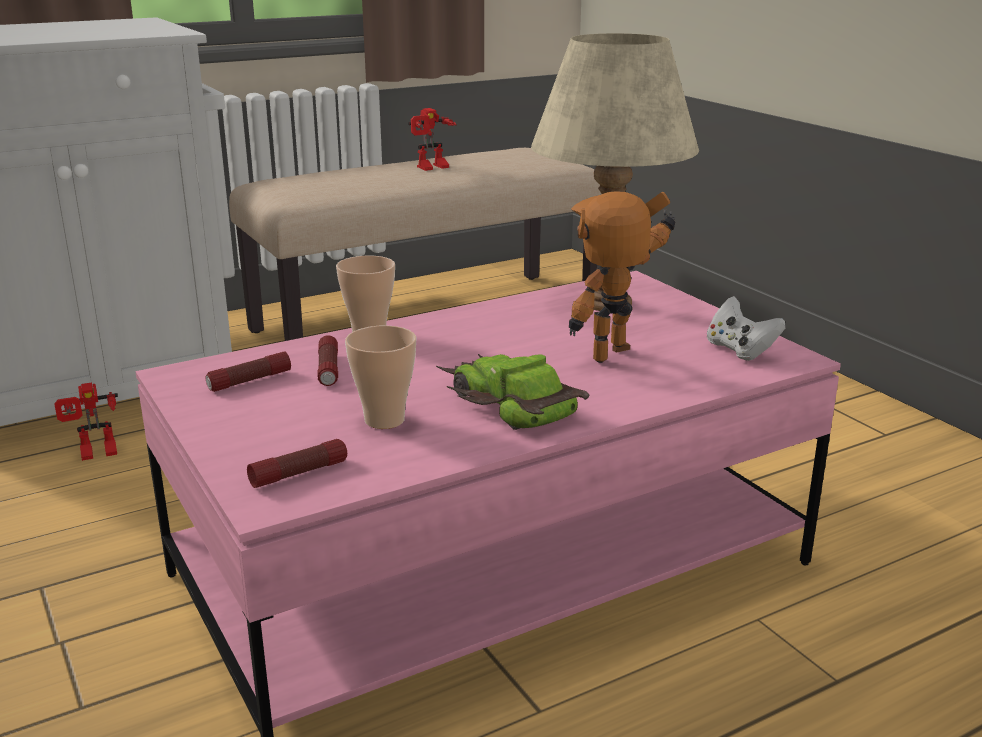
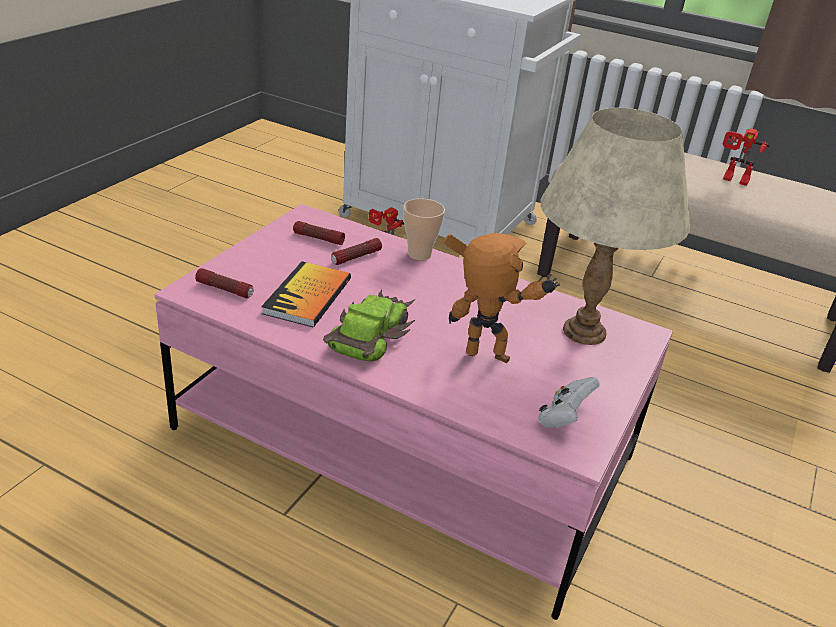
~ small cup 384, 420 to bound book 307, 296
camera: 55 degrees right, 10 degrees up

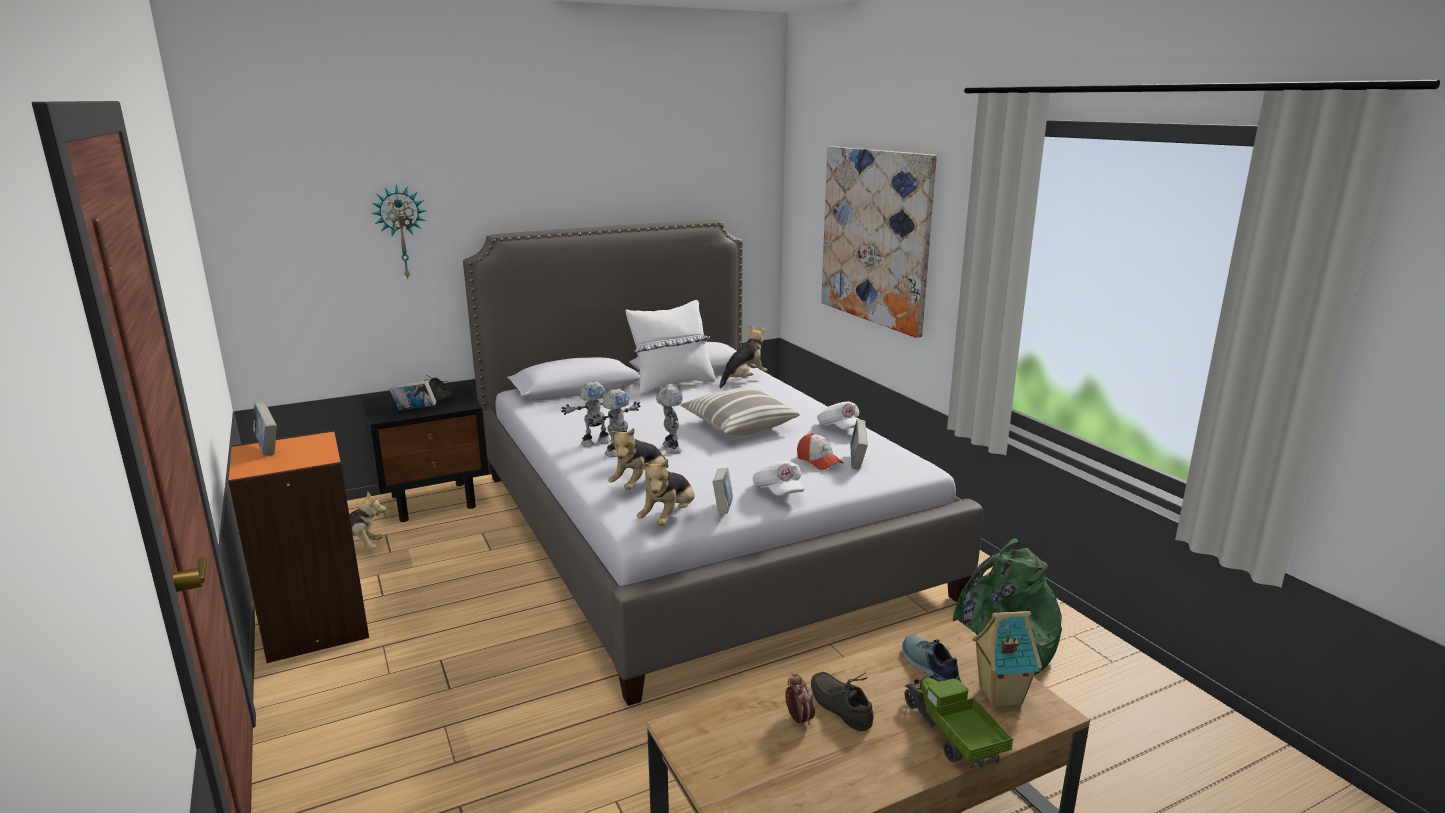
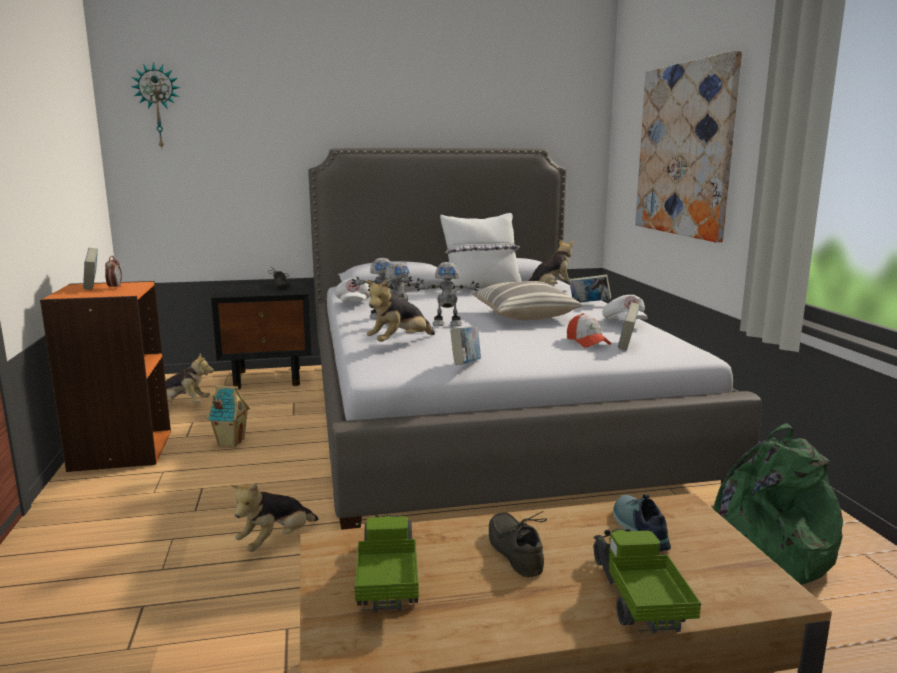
~ bedside clock 799, 719 to 115, 288
~ clock on the wall 401, 232 to 158, 106
~ miniature house 999, 695 to 230, 442
~ soft toy 669, 518 to 276, 541
~ white peaked cap 778, 492 to 353, 304
+ model truck 387, 580
~ model robot 670, 448 = 447, 324 90 degrees clockwise
~ bound book 414, 410 to 589, 304
camera: 15 degrees right, 5 degrees down

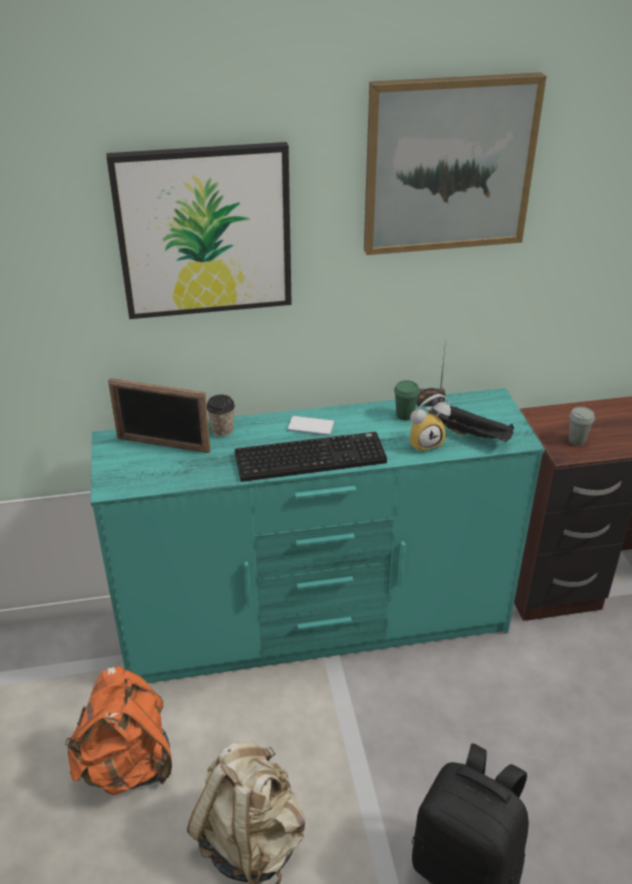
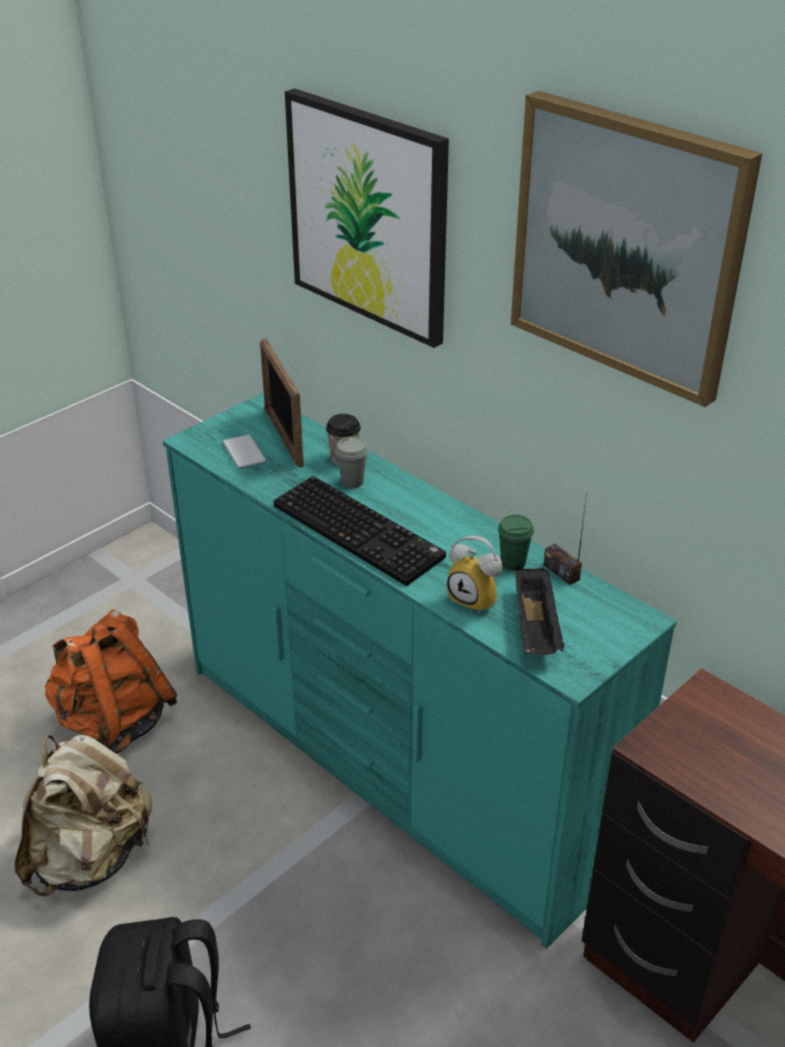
~ phone 311, 426 to 244, 453
~ grey small cup 576, 440 to 352, 482
camera: 55 degrees right, 0 degrees up

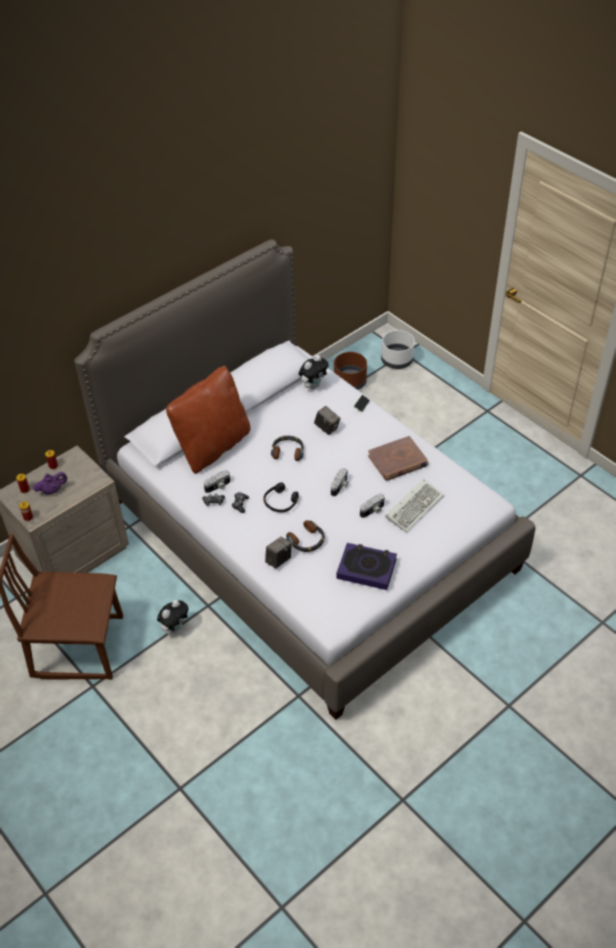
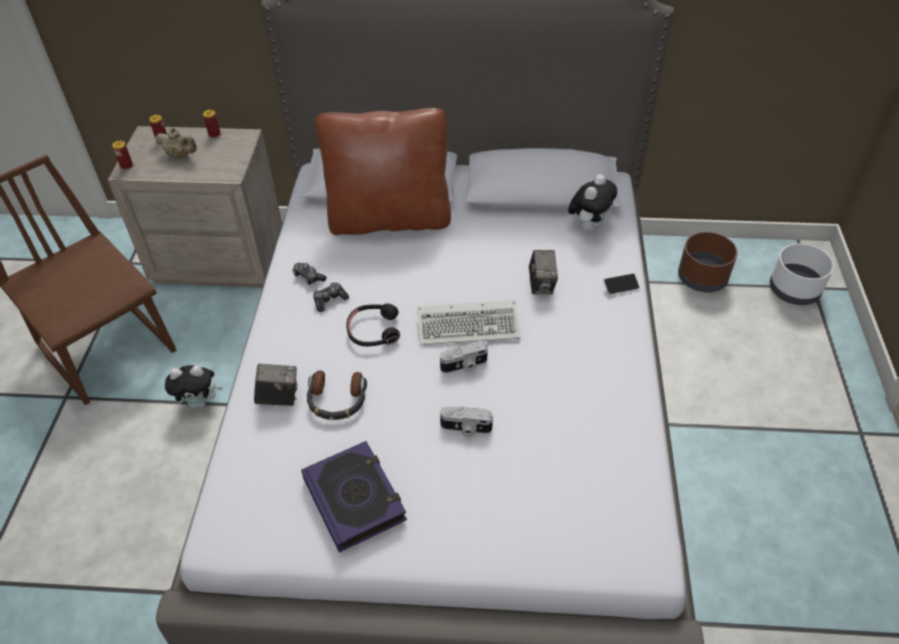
~ purple tea pot 52, 490 to beige tea pot 180, 155
~ keyboard 414, 506 to 470, 325
~ soft toy 313, 385 = 589, 226 60 degrees counterclockwise
- photo camera 218, 486
- pair of headphones 288, 451
- brownish bound book 397, 461
camera: 45 degrees right, 0 degrees up

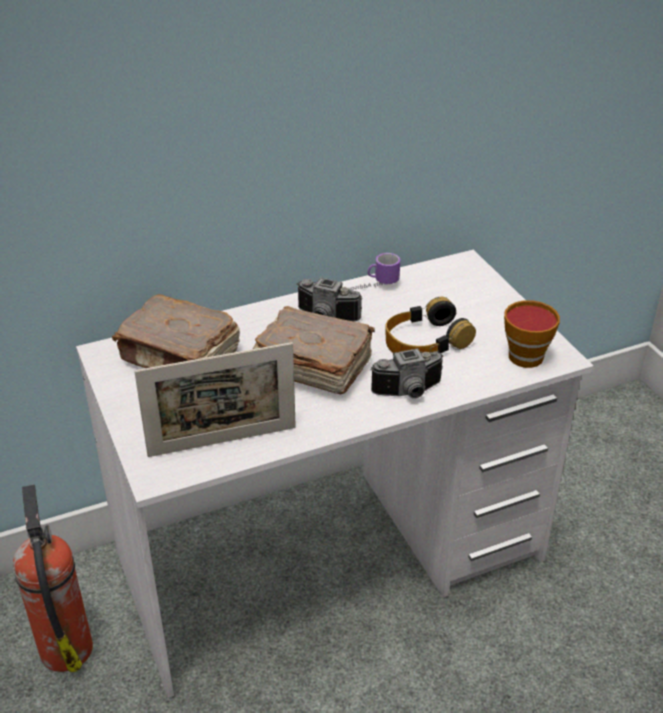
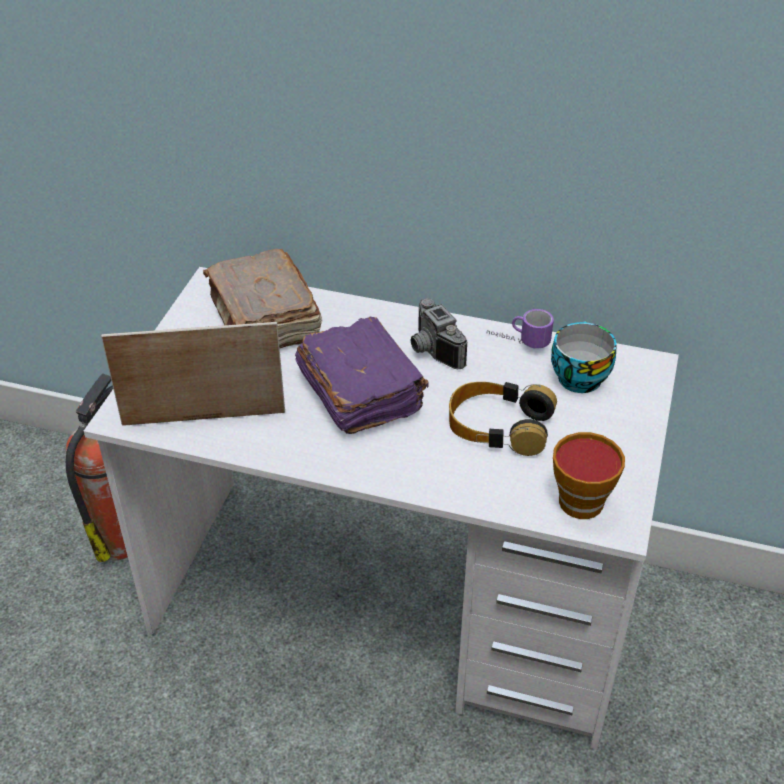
~ picture frame 222, 441 = 204, 418 150 degrees clockwise
~ brownish bound book 311, 366 to purple bound book 360, 391
+ small cup 577, 376
- photo camera 409, 392
camera: 40 degrees right, 5 degrees up

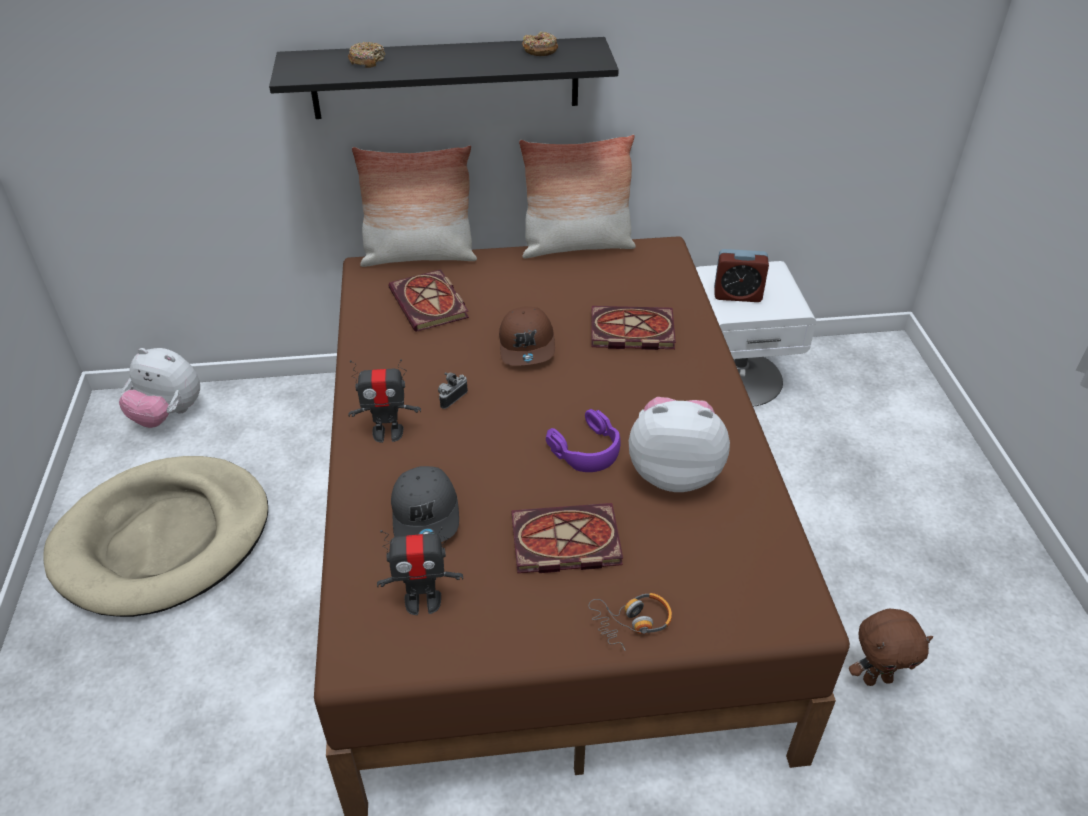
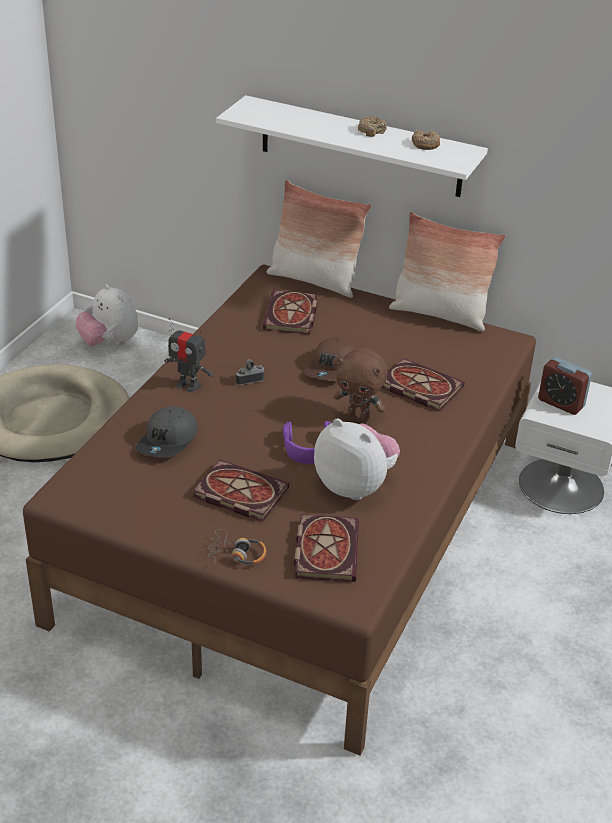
~ blackish wall shelf 445, 78 to white wall shelf 360, 147
+ bound book 325, 549
~ brownish soft toy 877, 678 to 359, 416
~ donut 367, 61 to 371, 131
- model robot 423, 601
camera: 30 degrees right, 5 degrees down

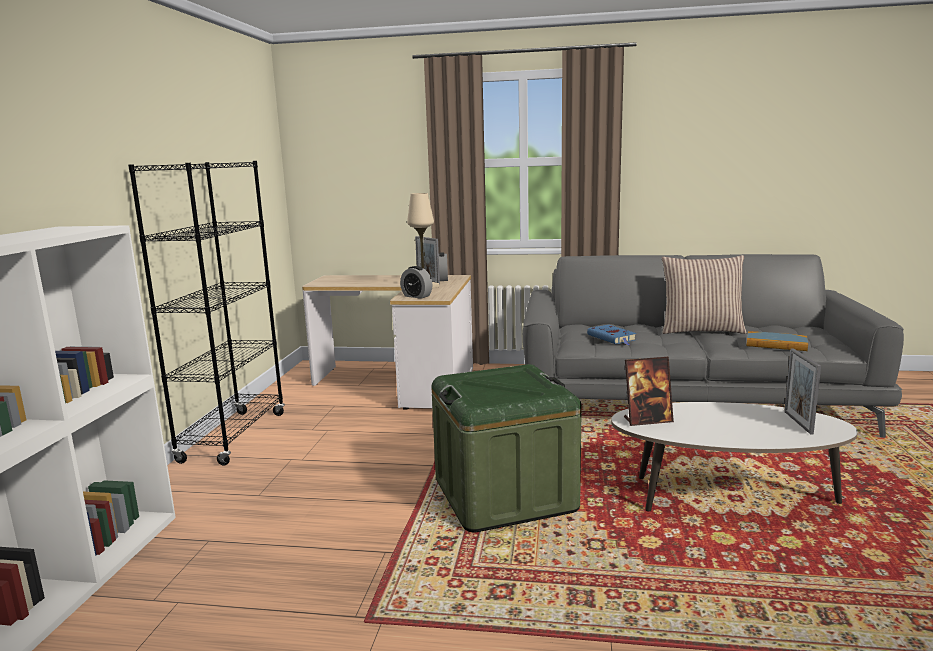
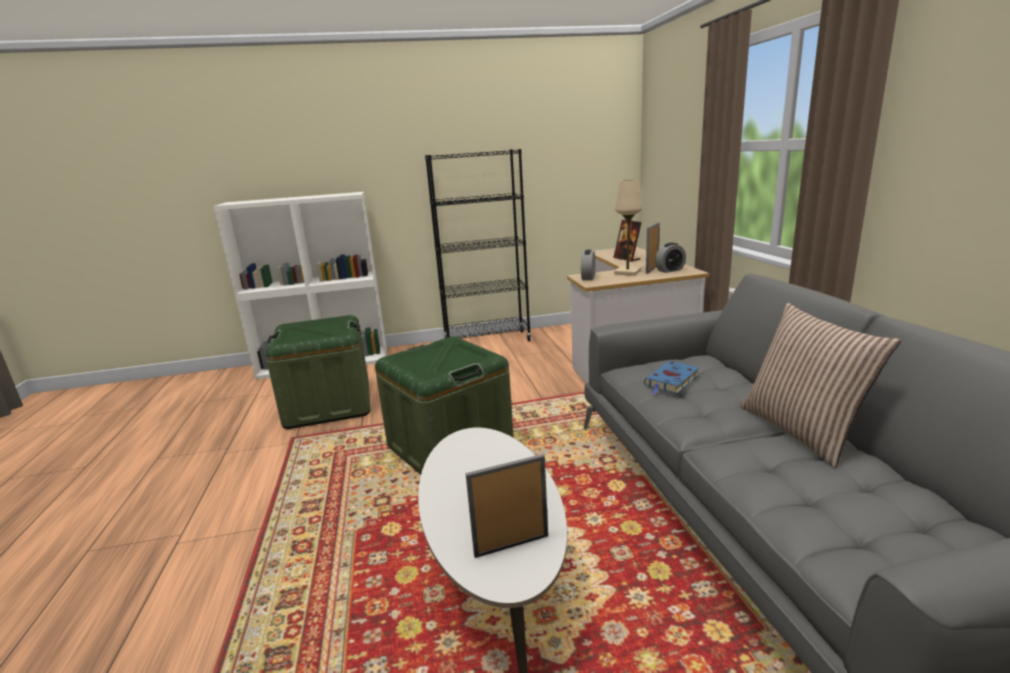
+ green-coloured storage box 329, 405
~ picture frame 647, 420 to 627, 259
- bound book 776, 344
camera: 70 degrees right, 5 degrees up

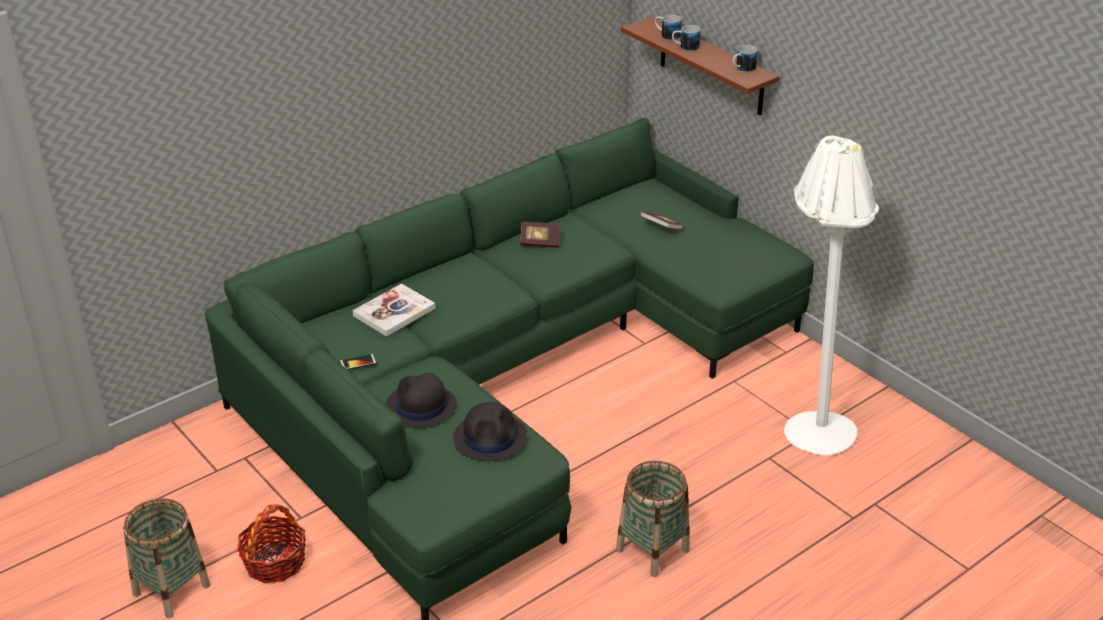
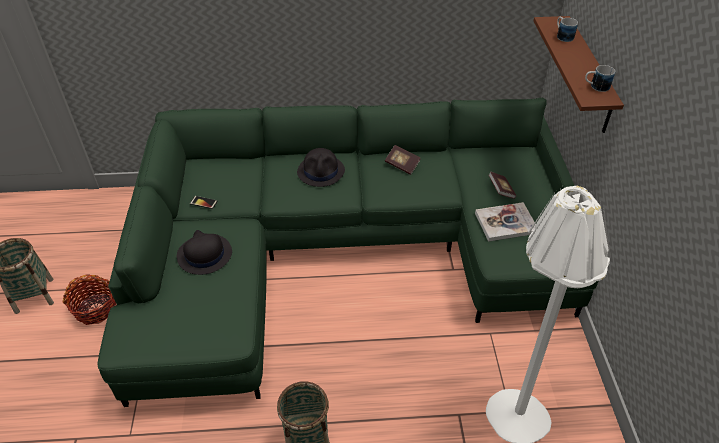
~ blackish wearable hat 490, 438 to 321, 171
~ bound book 394, 312 to 505, 223
- tea mug 685, 47
camera: 35 degrees right, 10 degrees up

